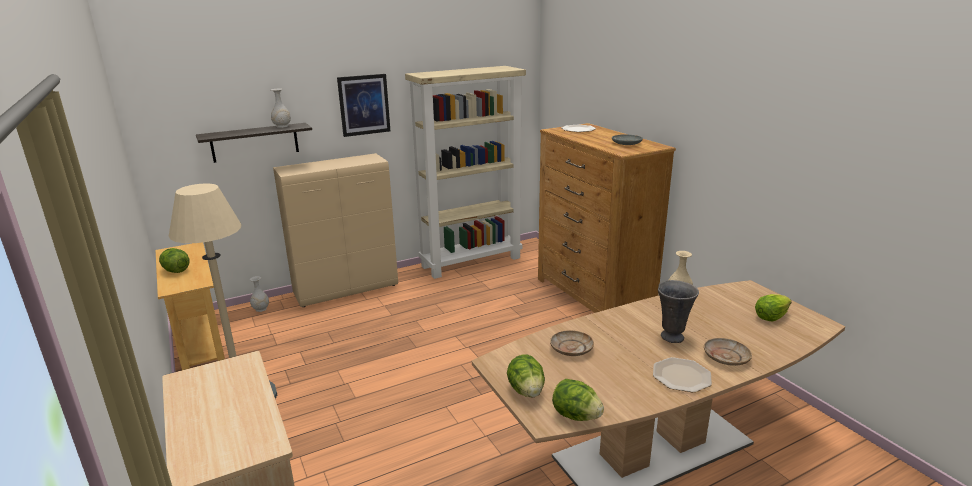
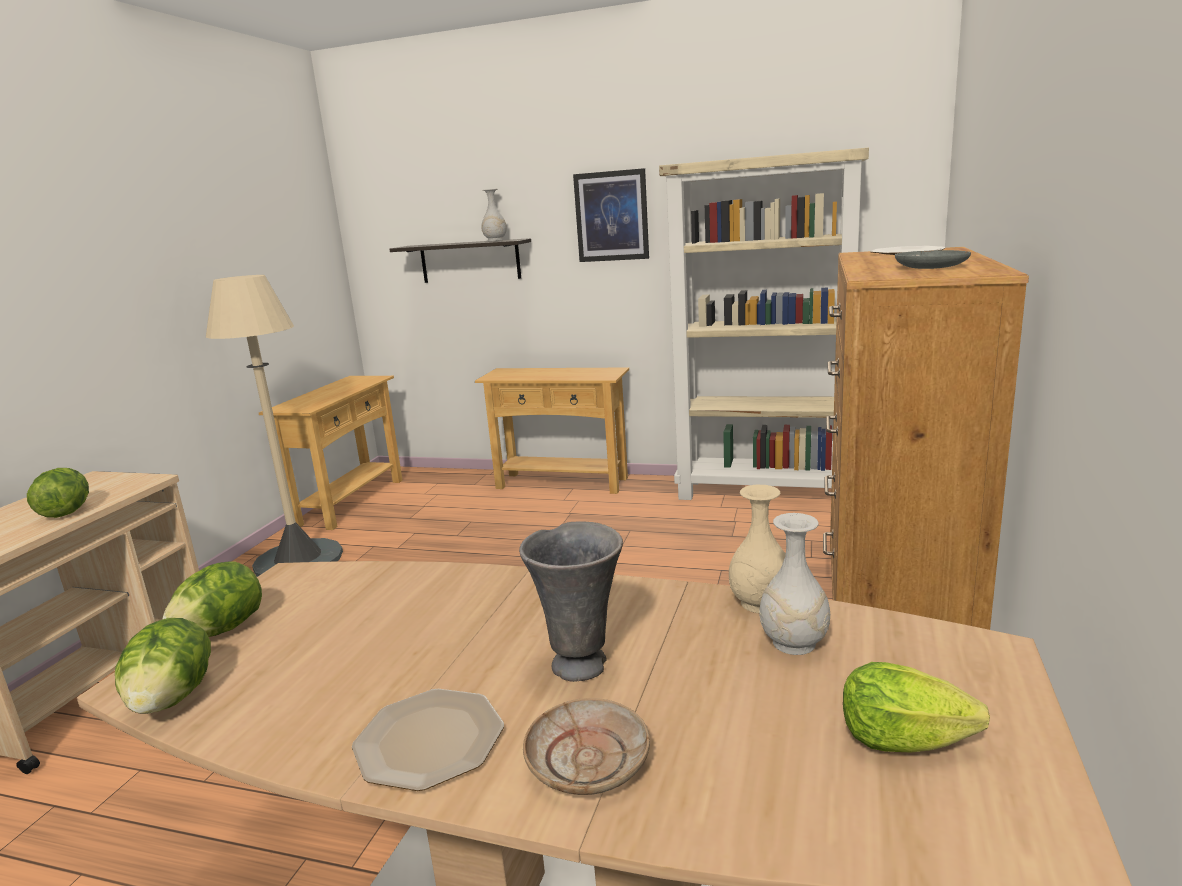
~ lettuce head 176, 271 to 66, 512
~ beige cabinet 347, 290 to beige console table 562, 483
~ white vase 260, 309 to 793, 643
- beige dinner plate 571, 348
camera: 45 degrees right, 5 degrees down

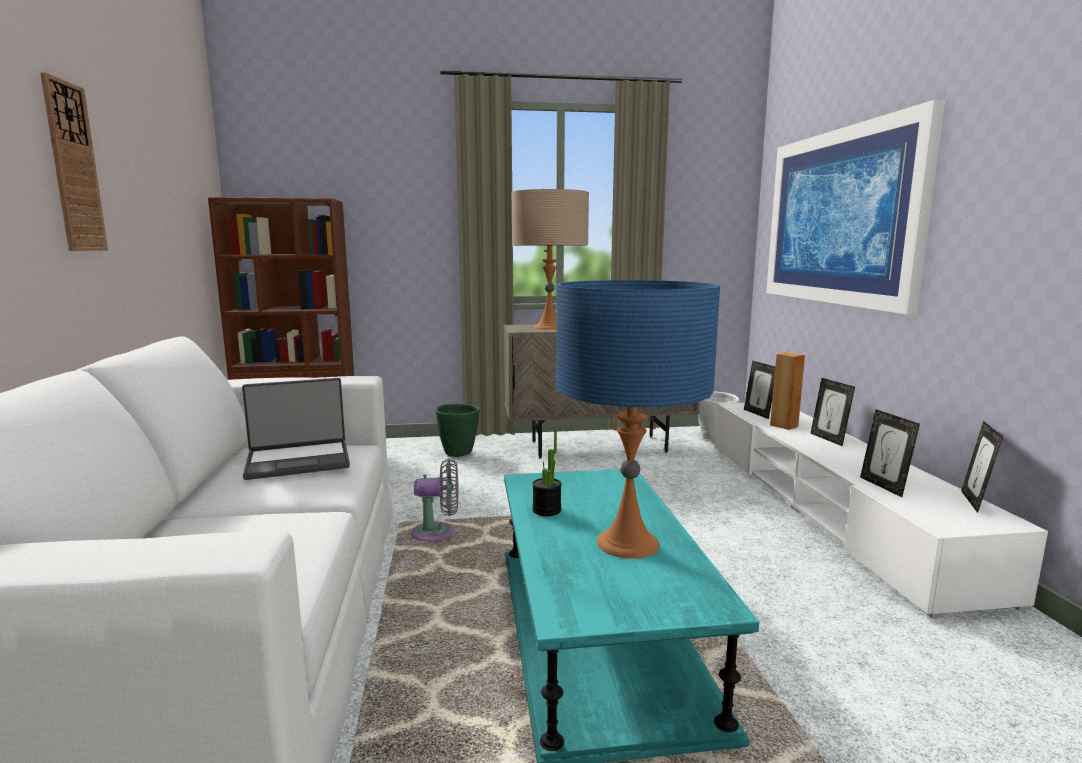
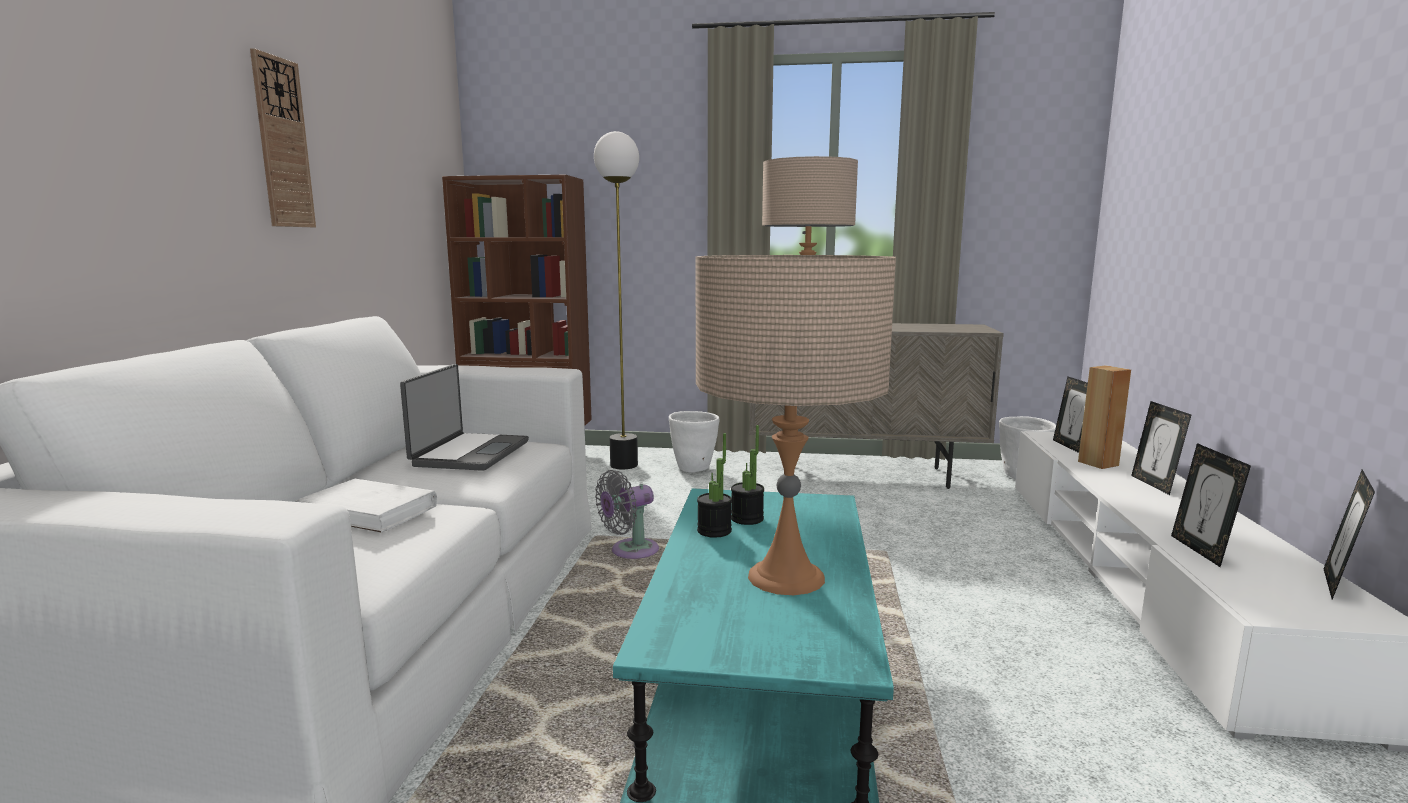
+ white bound book 369, 512
~ portable computer 298, 461 = 469, 453 75 degrees counterclockwise
+ standing lamp 623, 465
~ grey electric fan 437, 533 = 630, 551 135 degrees clockwise
~ green-coloured planter 458, 453 to white planter 694, 468
~ bluish tabletop lamp 627, 543 to beige tabletop lamp 786, 577
+ houseplant 747, 518
- picture 840, 217
camera: 15 degrees right, 0 degrees up

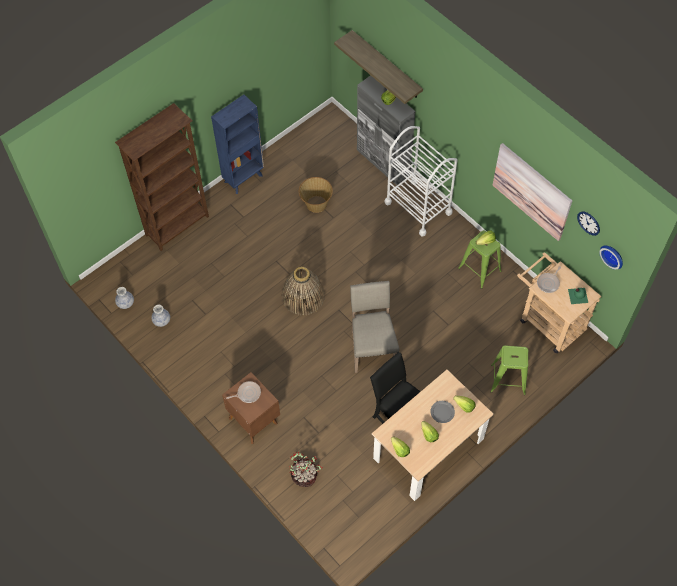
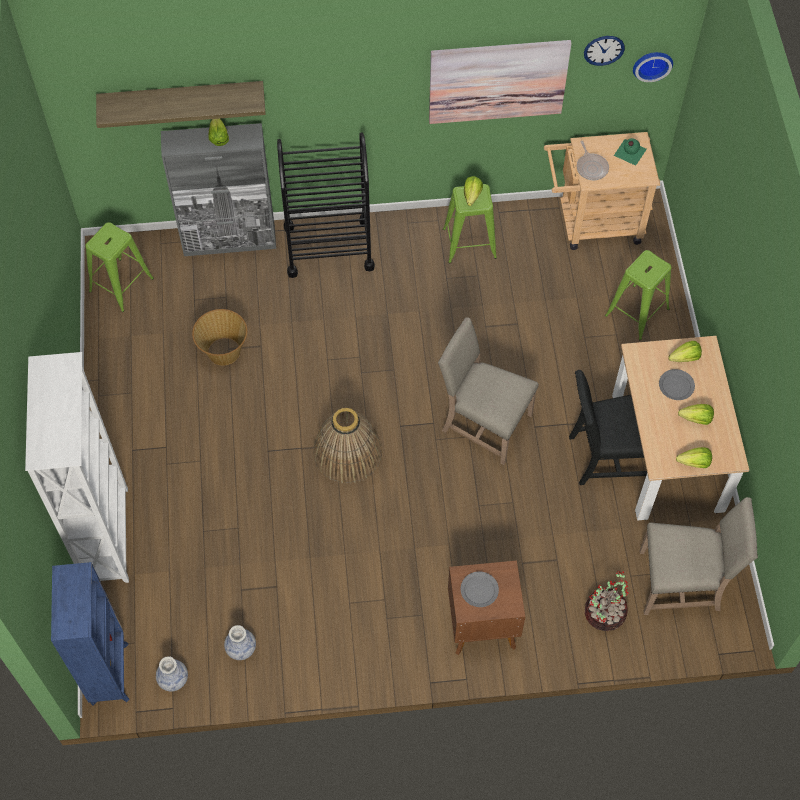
~ brownish bookcase 178, 226 to white bookcase 108, 535
~ bluish bookcase 244, 178 to 110, 671
+ green-coloured sitting stool 121, 285
~ white cart 418, 207 to blackish cart 328, 247
~ skillet 247, 393 to grey dinner plate 479, 590
+ beige chair 682, 583
camera: 55 degrees left, 0 degrees up

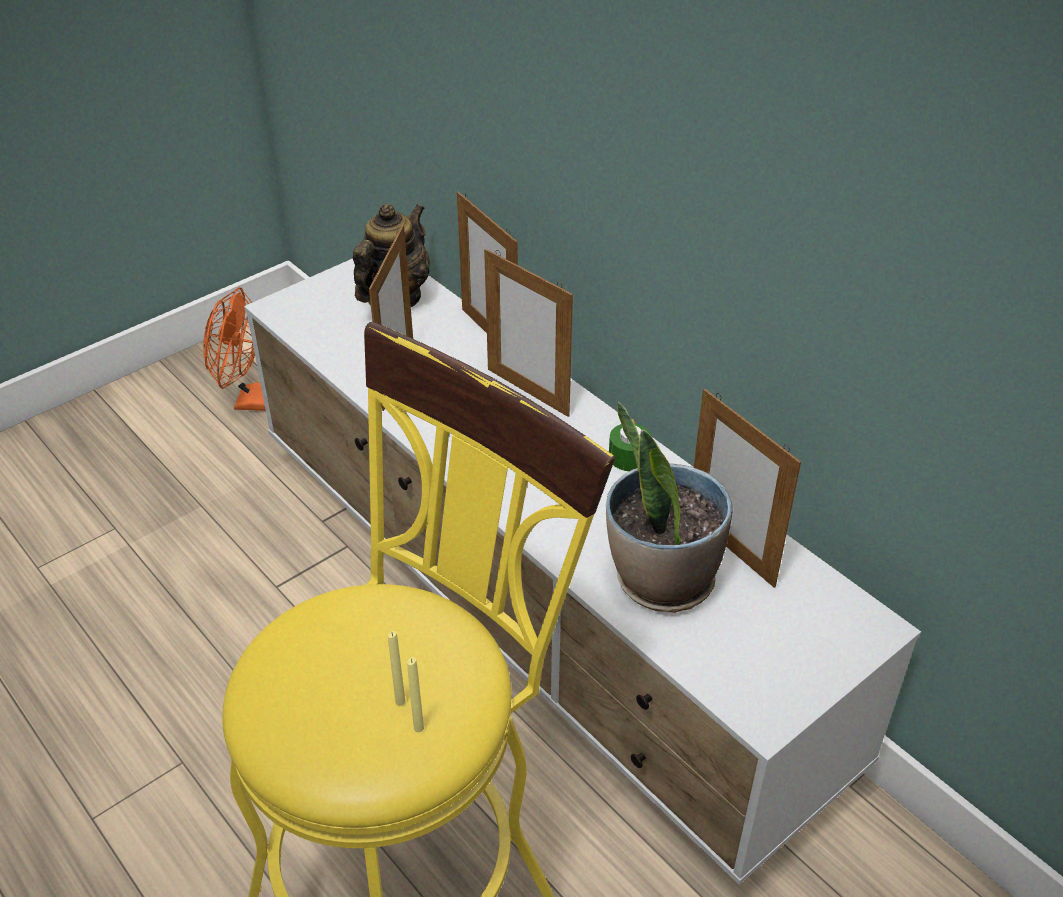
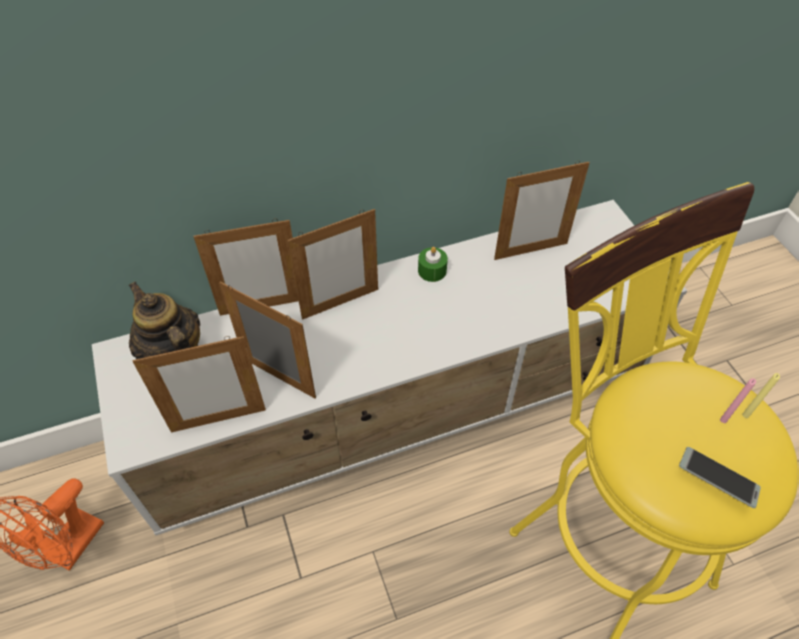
+ picture frame 218, 420
+ phone 716, 480
~ yellow wax light 400, 702 to pinkish wax light 723, 420
- houseplant 661, 579
camera: 70 degrees left, 10 degrees up

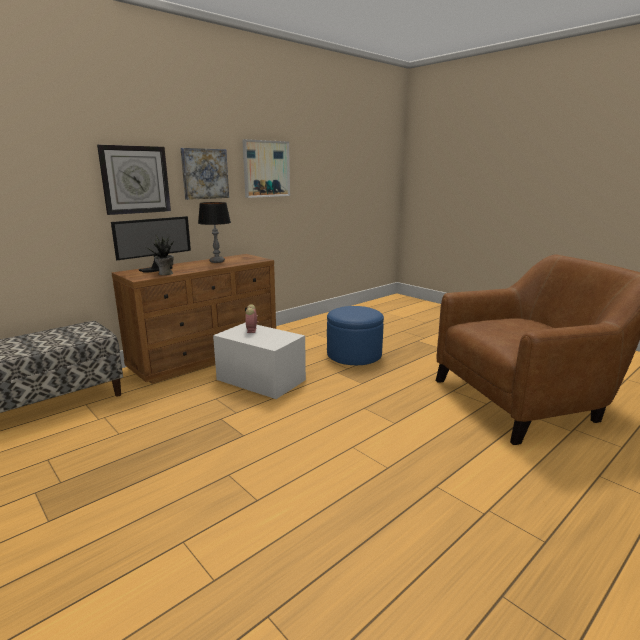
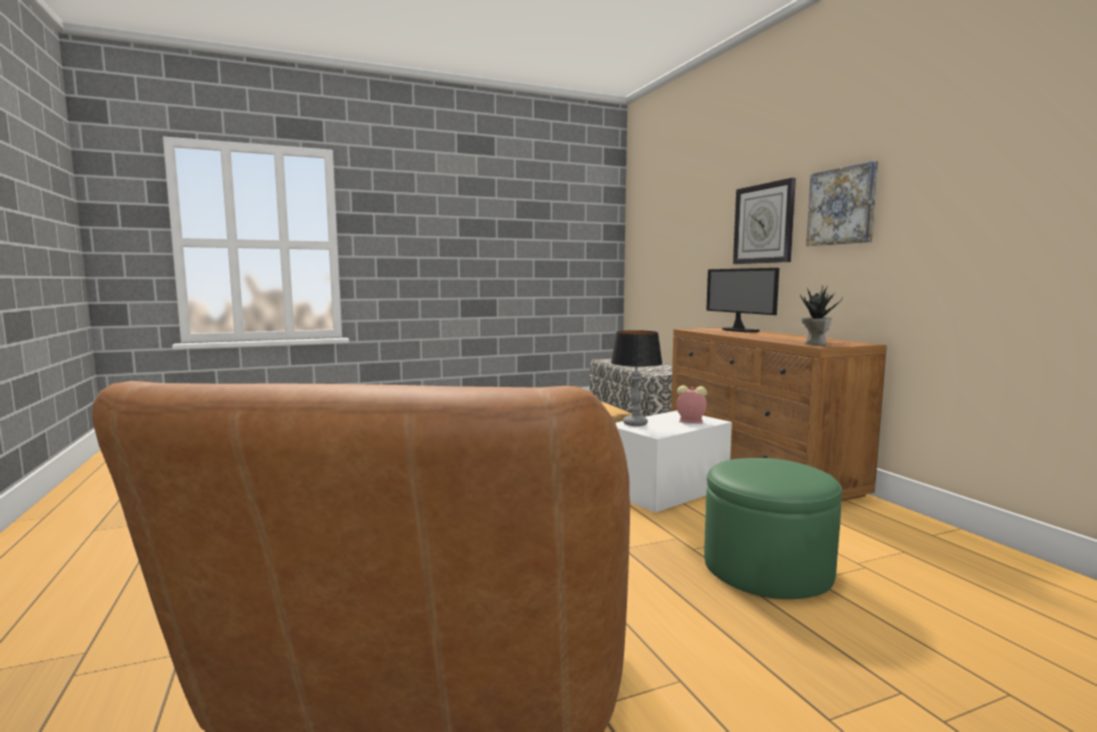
~ tabletop lamp 217, 261 to 634, 423
~ bluish footrest 354, 354 to green-coloured footrest 767, 568
~ houseplant 165, 273 to 814, 343
- picture 266, 169
camera: 110 degrees right, 10 degrees down

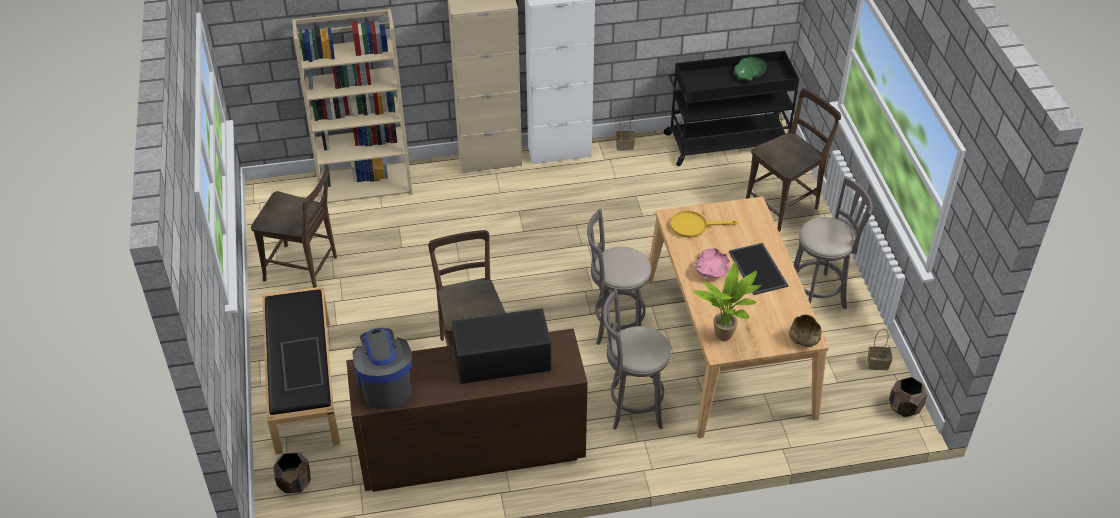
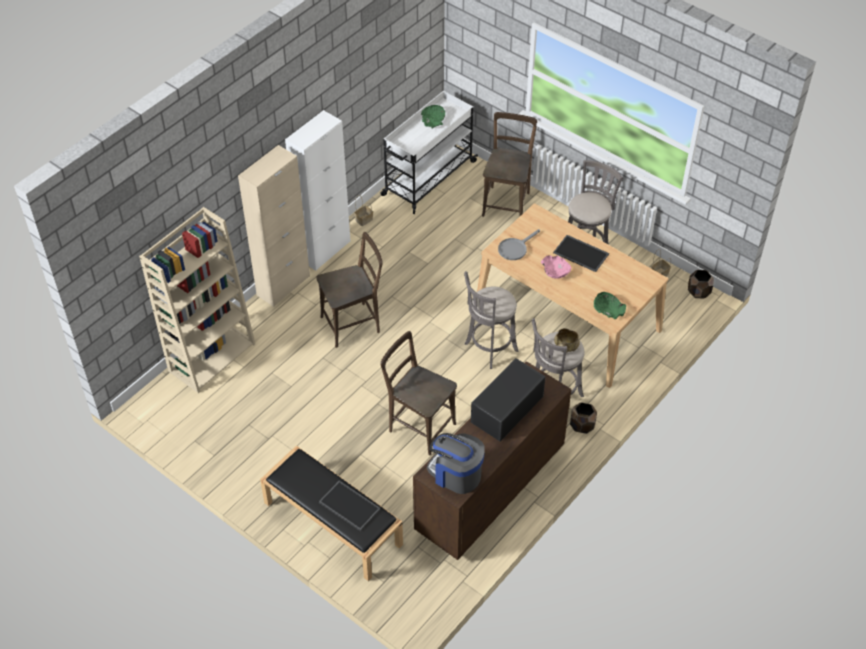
~ brownish chair 304, 269 to 353, 323
~ blackish cart 726, 143 to white cart 428, 179
~ yellow skillet 694, 226 to grey skillet 515, 248
~ beige serving bowl 803, 339 to 566, 346
~ brownish planter 295, 483 to 582, 425
~ houseplant 725, 337 to green-coloured serving bowl 608, 309
camera: 40 degrees left, 5 degrees up

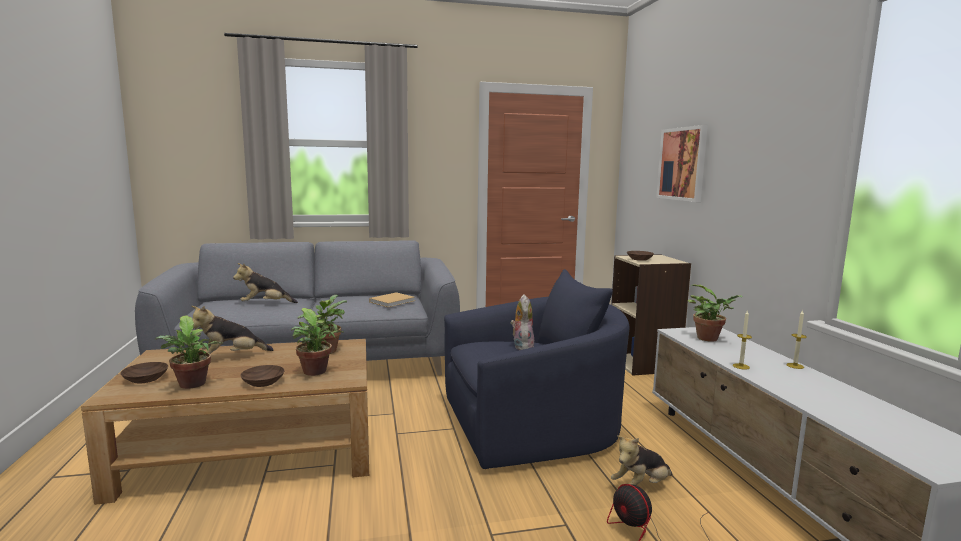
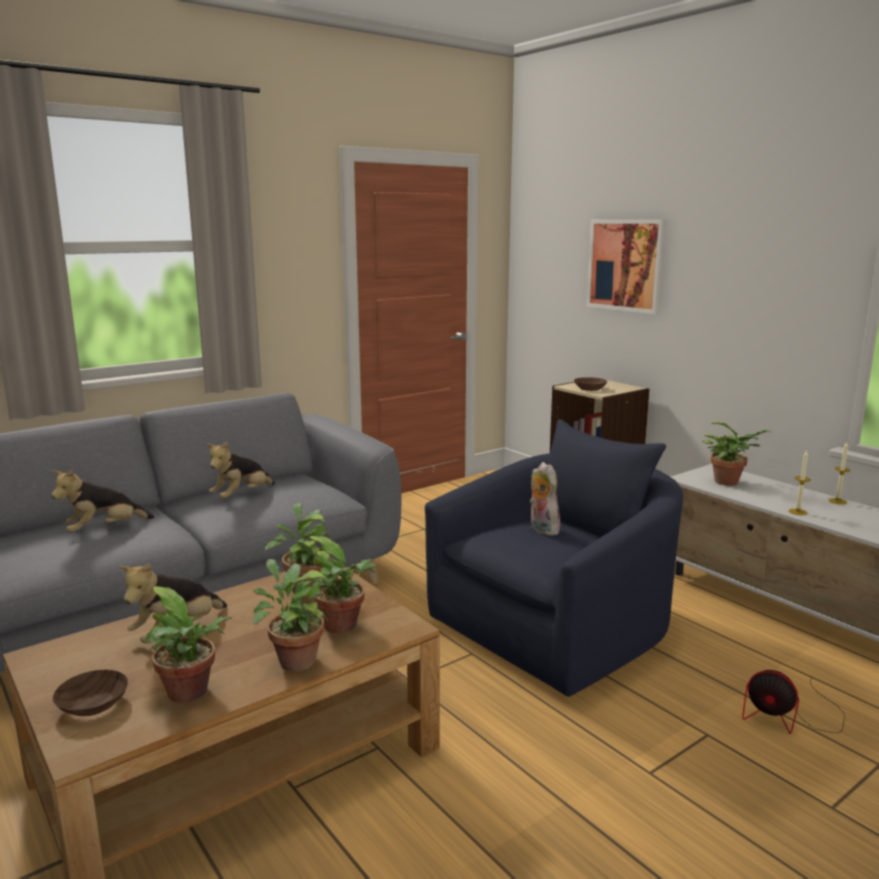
~ soft toy 641, 487 to 242, 496
~ brownish serving bowl 264, 382 to houseplant 293, 660
- beige bound book 393, 301
camera: 25 degrees left, 5 degrees up

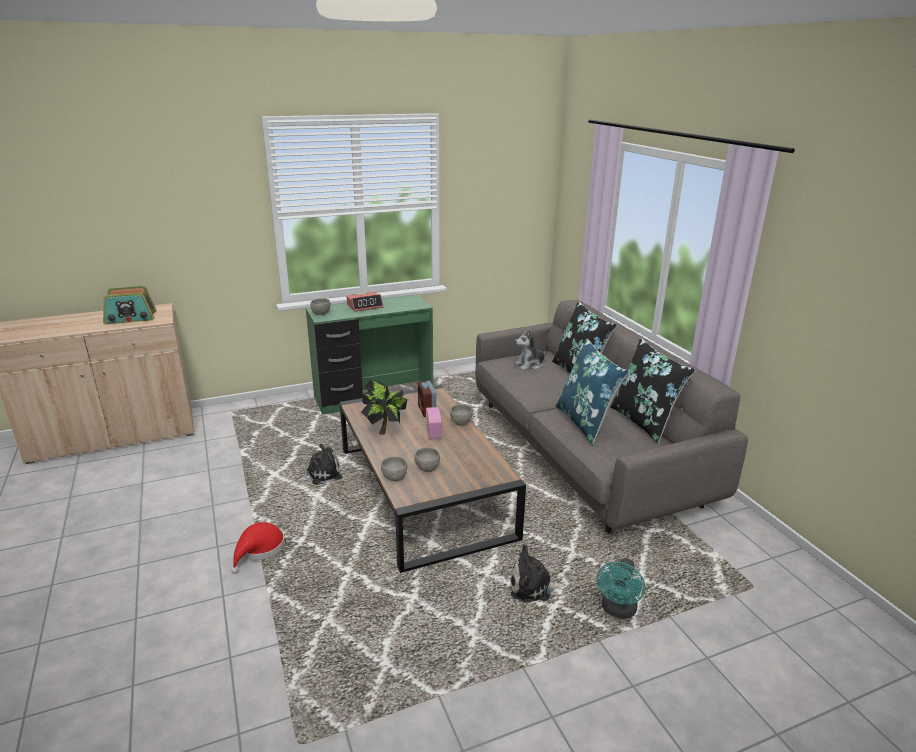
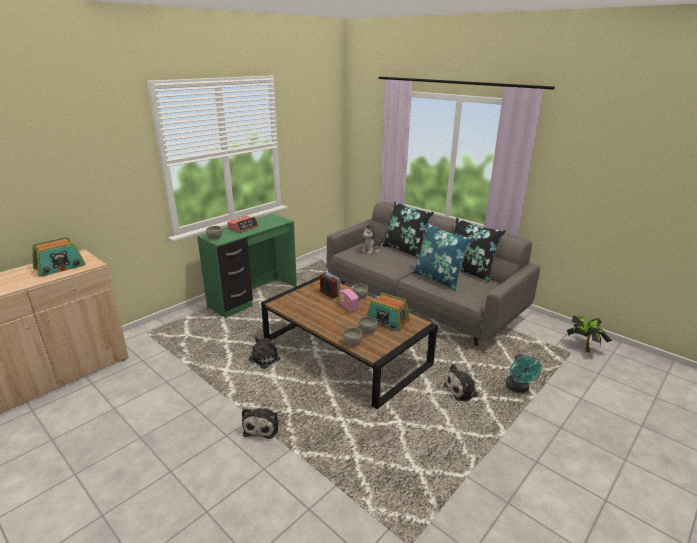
~ reddish wearable hat 259, 549 to soft toy 262, 426
+ radio set 387, 321
~ houseplant 385, 429 to 584, 348
camera: 25 degrees left, 0 degrees up

